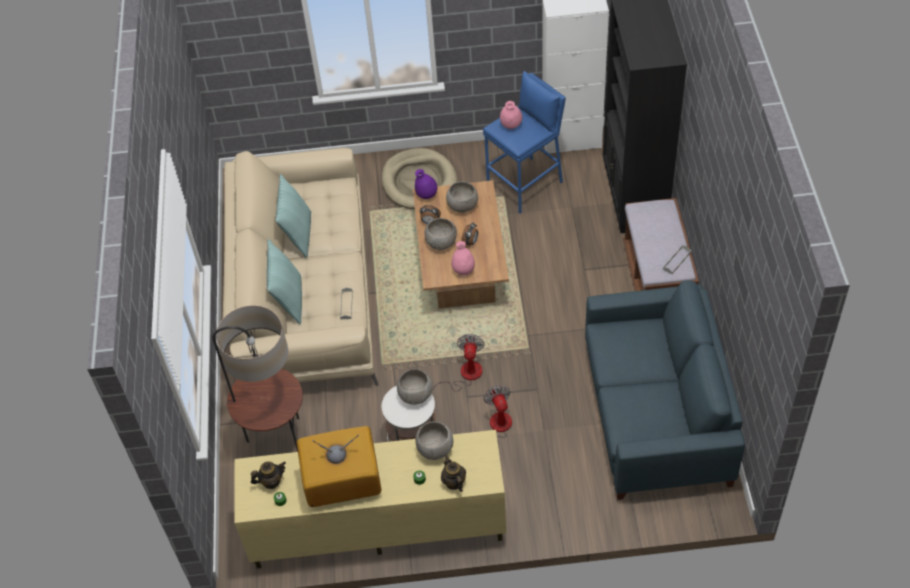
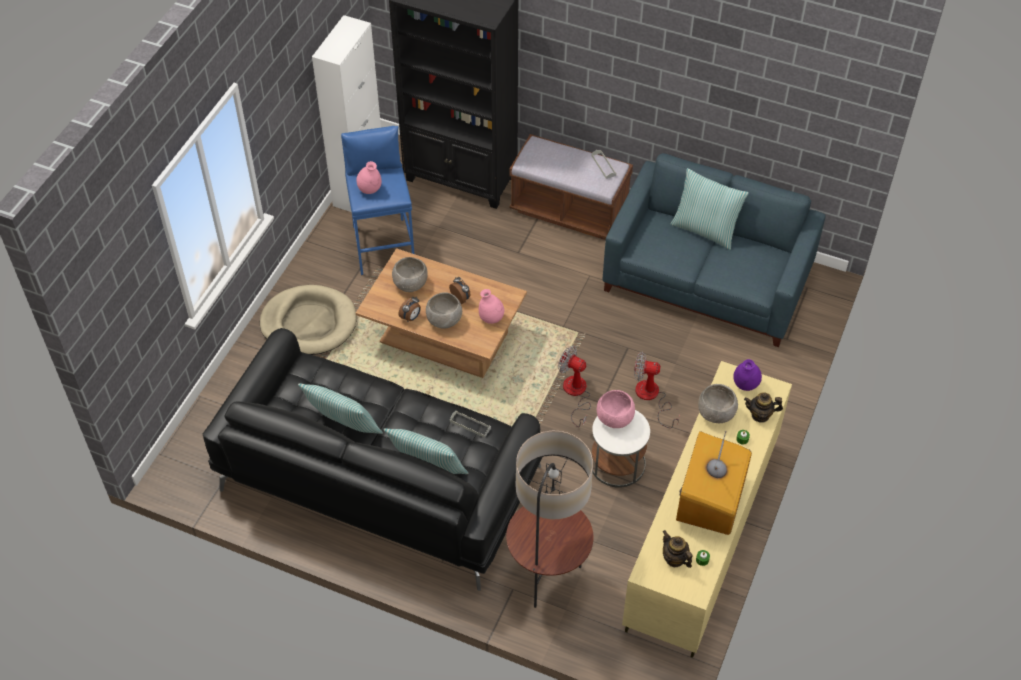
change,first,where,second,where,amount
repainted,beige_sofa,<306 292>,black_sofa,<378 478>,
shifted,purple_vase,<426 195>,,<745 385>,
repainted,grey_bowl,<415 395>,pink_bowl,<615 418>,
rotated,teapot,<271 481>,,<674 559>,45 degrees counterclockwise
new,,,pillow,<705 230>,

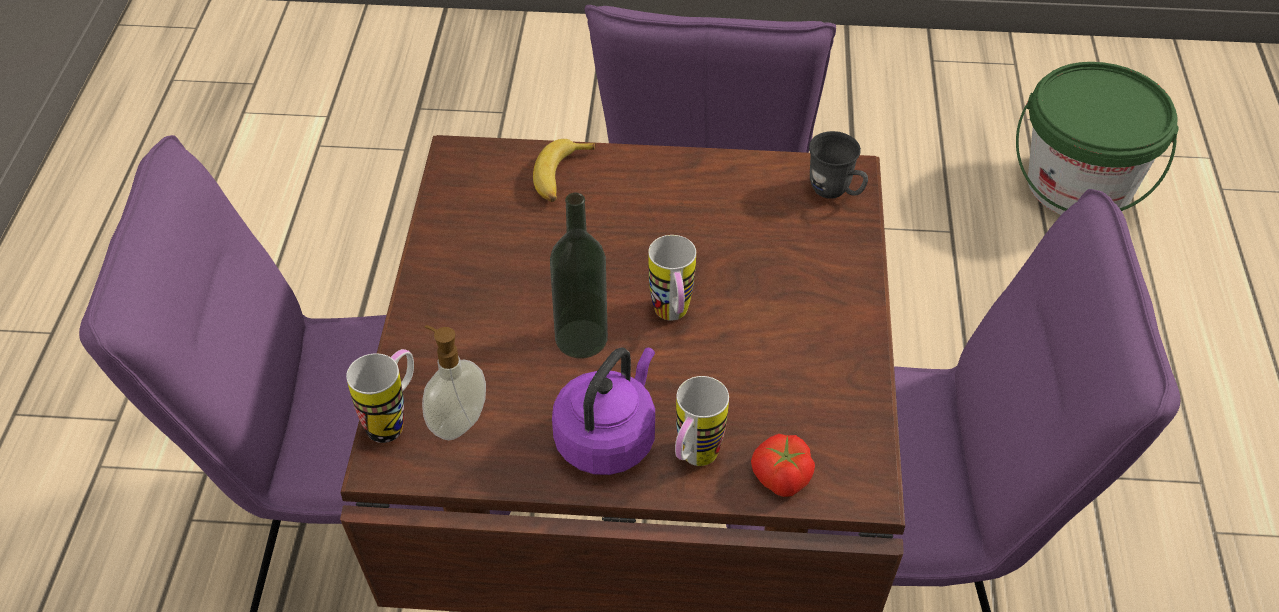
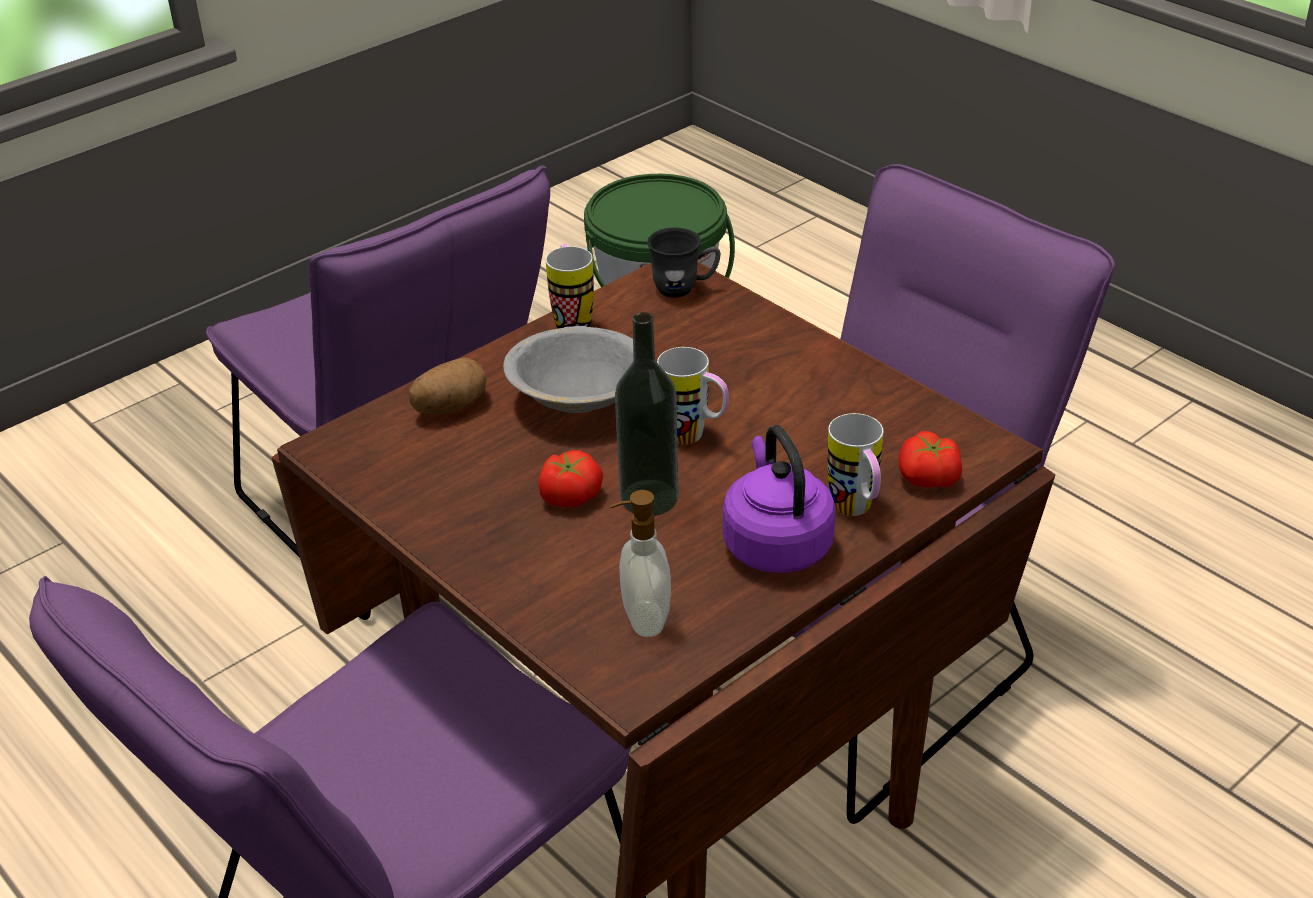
change,first,where,second,where,amount
swapped,banana,<561 177>,potato,<450 406>,
shifted,mug,<393 420>,,<572 321>,
new,,,grey_bowl,<579 398>,
new,,,tomato,<569 495>,

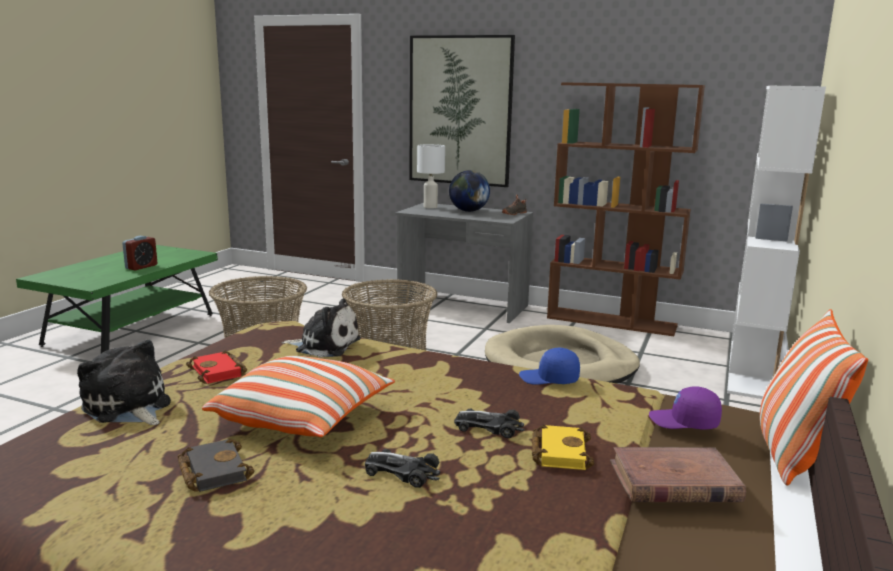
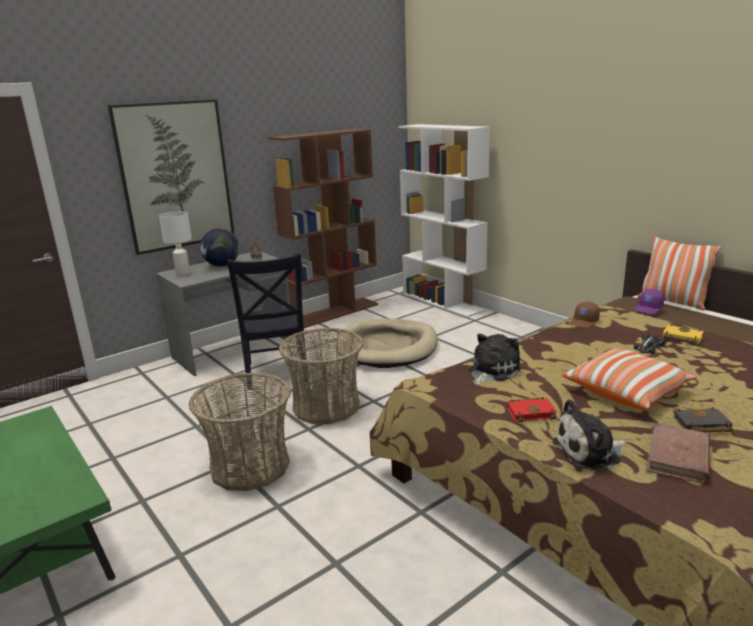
change,first,where,second,where,amount
gone,alarm_clock,<141 267>,,,
repainted,blue_cap,<549 379>,brown_cap,<584 322>,
shifted,brown_book,<673 481>,,<678 457>,
gone,toy_car,<402 472>,,,
new,,,black_chair,<276 374>,

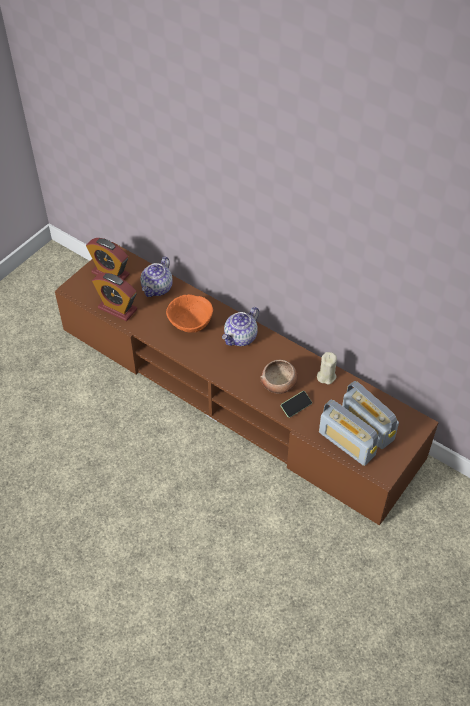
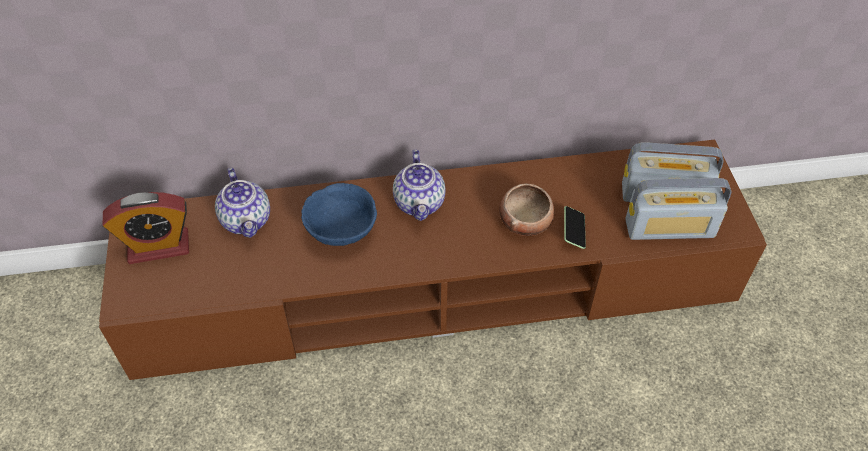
change,first,where,second,where,amount
gone,alarm_clock,<117 308>,,,
repainted,orange_bowl,<190 324>,blue_bowl,<341 232>,
gone,beige_candle,<326 376>,,,

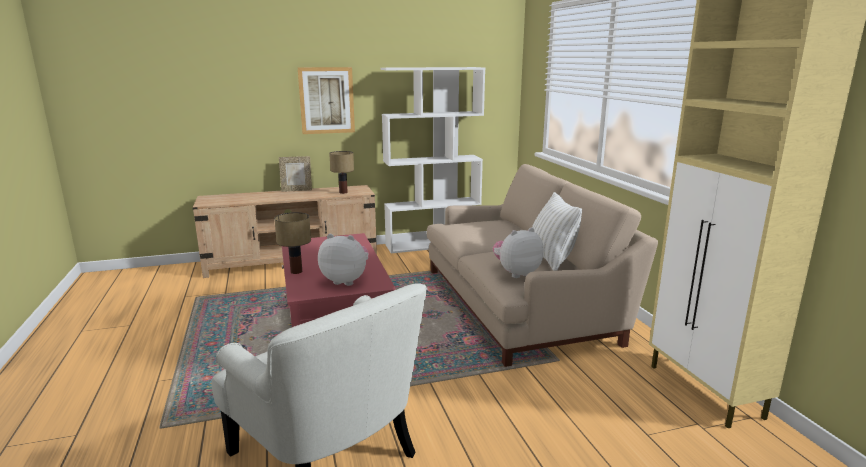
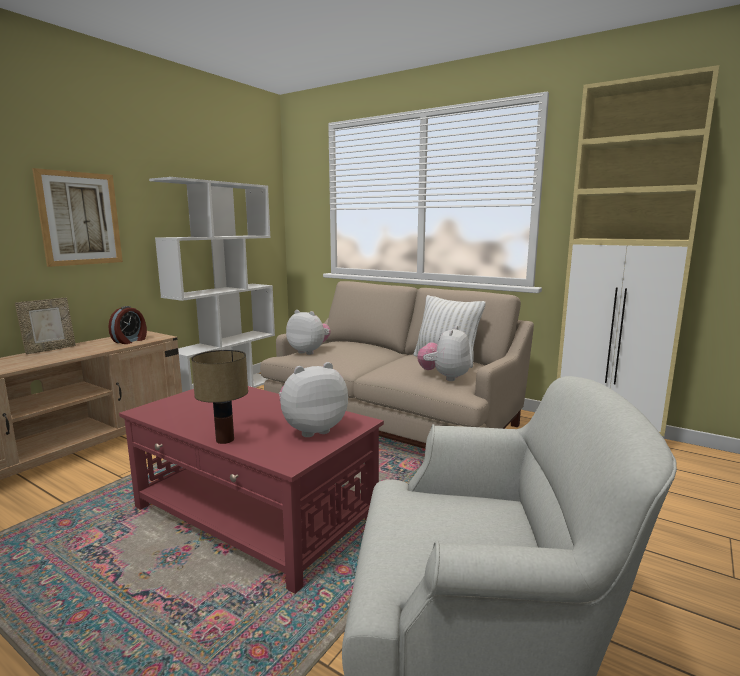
change,first,where,second,where,amount
swapped,table_lamp,<343 192>,alarm_clock,<130 341>,
new,,,plush_toy,<309 352>,

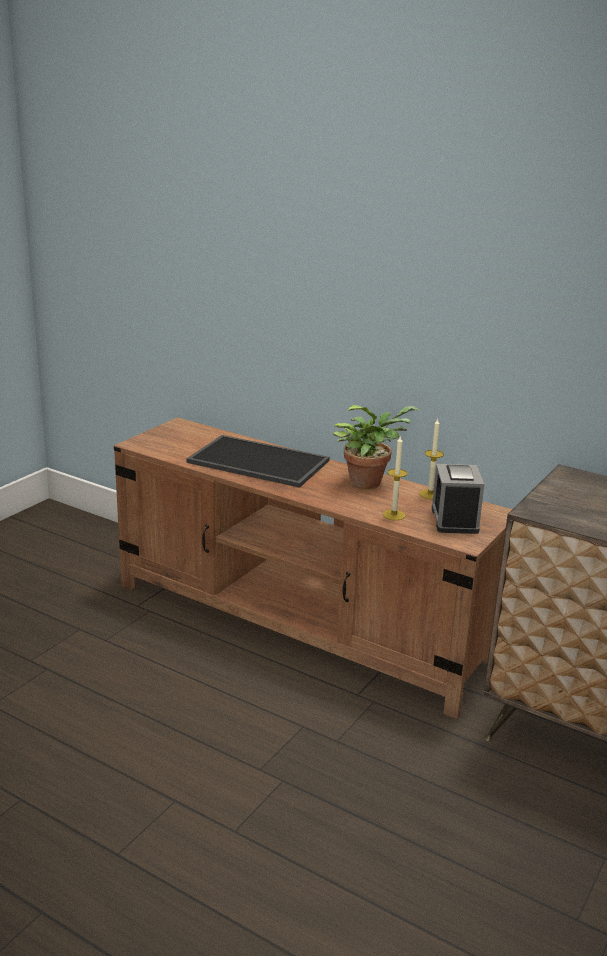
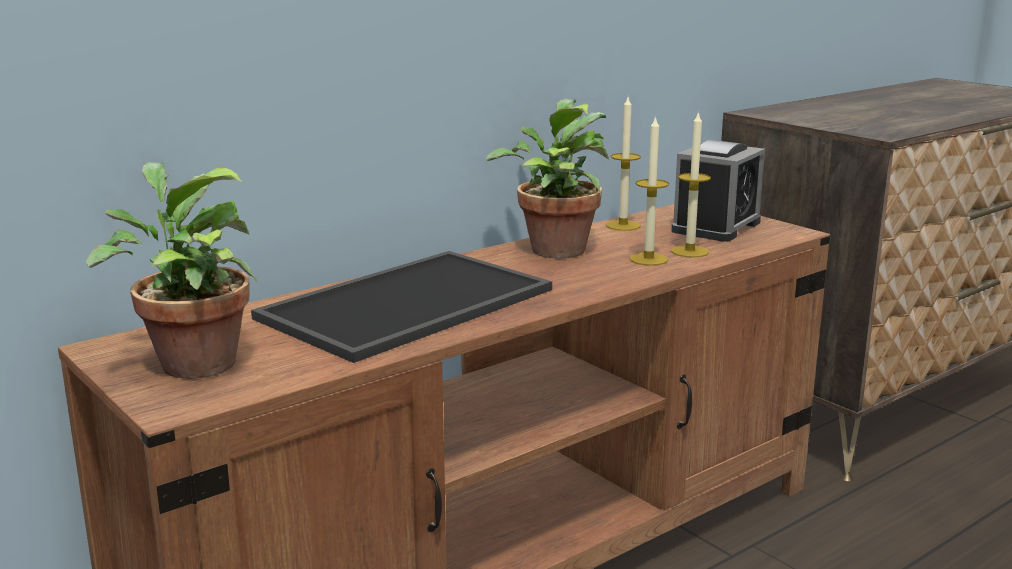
change,first,where,second,where,amount
rotated,alarm_clock,<454 520>,,<716 227>,75 degrees counterclockwise
new,,,candle,<648 259>,
new,,,potted_plant,<191 362>,

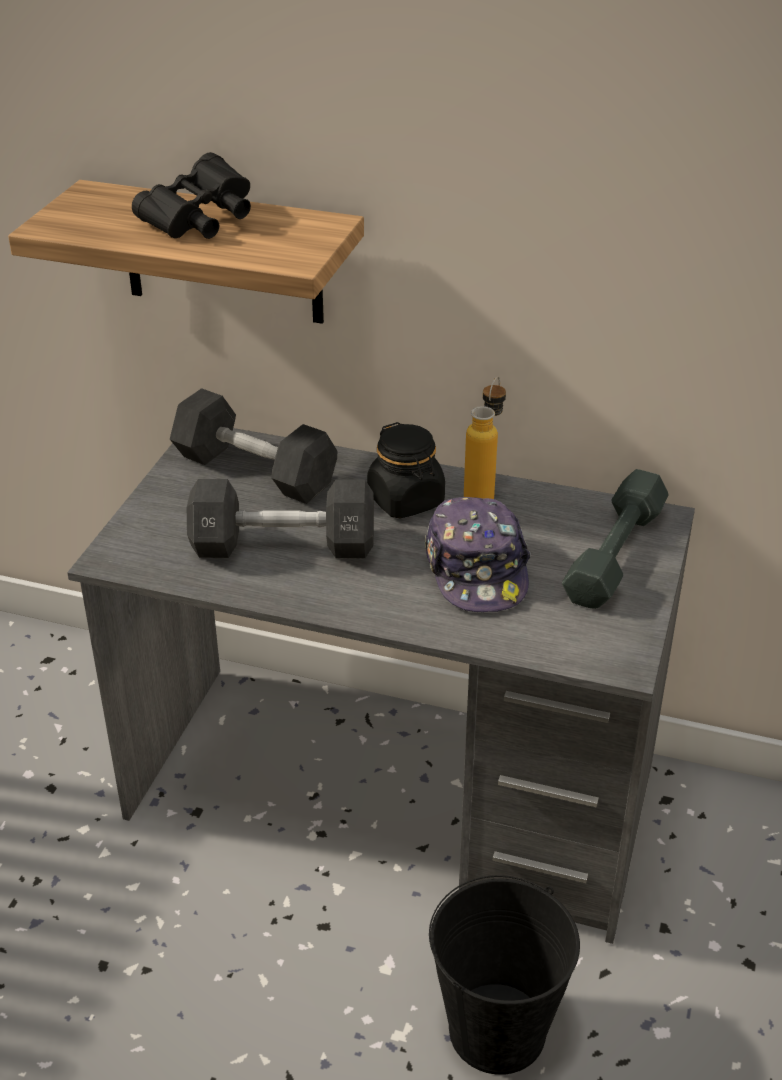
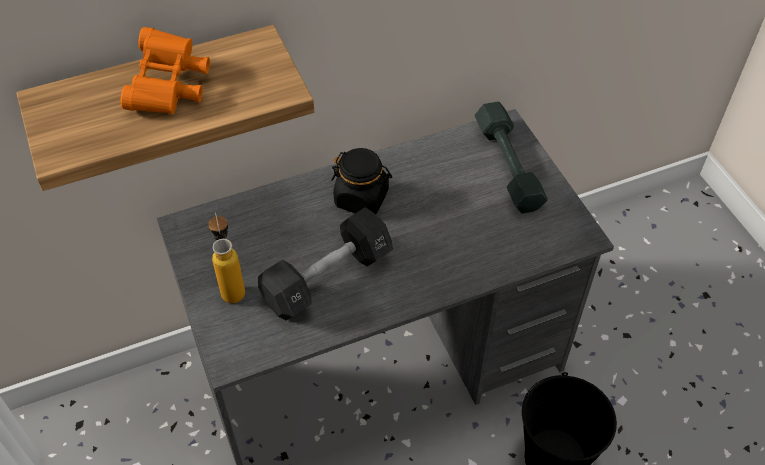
change,first,where,second,where,amount
repainted,black_binoculars,<200 222>,orange_binoculars,<169 88>,
shifted,bottle,<483 492>,,<231 286>,
gone,black_dumbbell,<254 471>,,,
gone,cap,<477 570>,,,

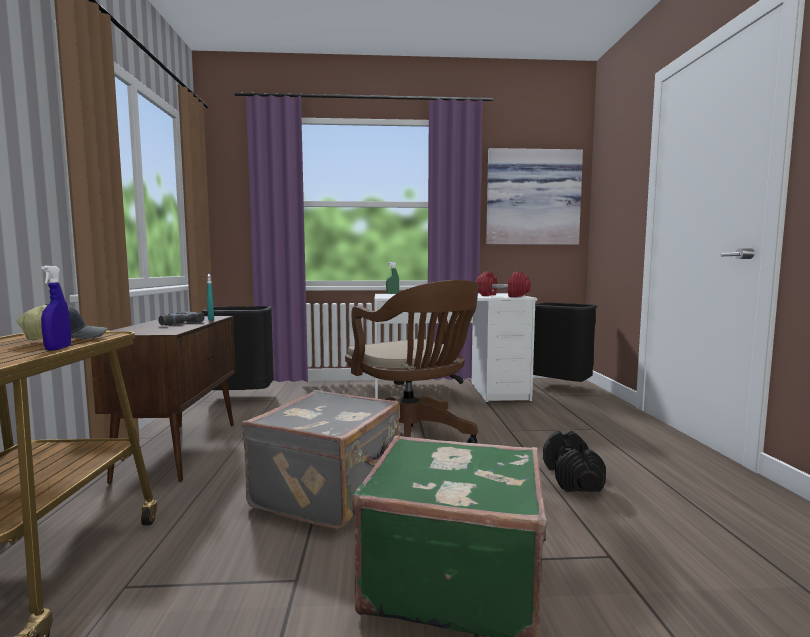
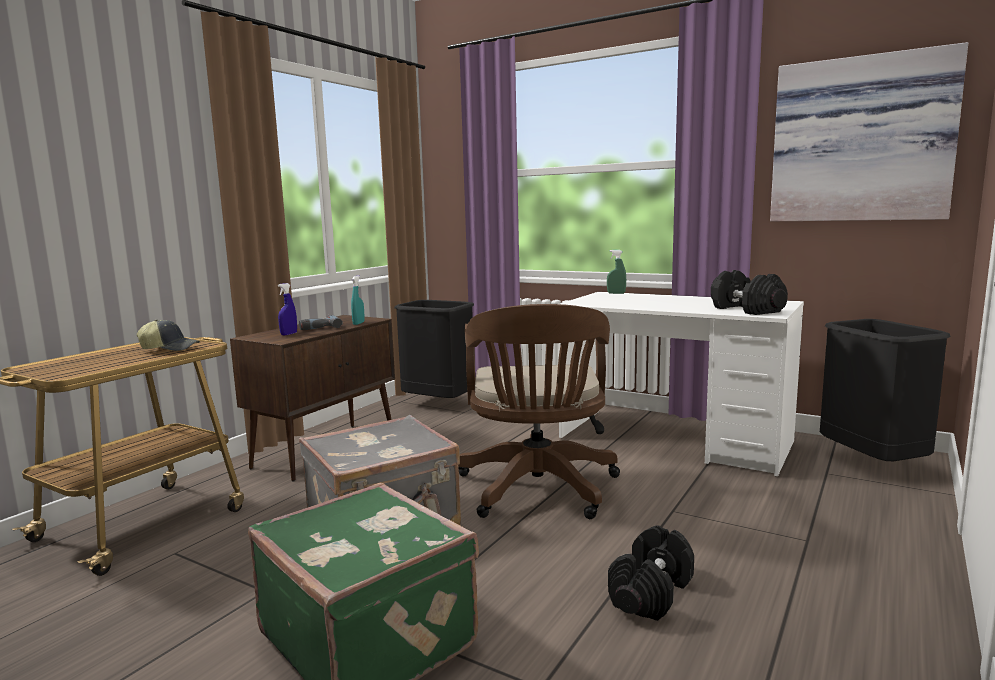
change,first,where,second,where,amount
shifted,blue_spray_bottle,<58 349>,,<289 334>,
repainted,red_dumbbell,<501 296>,black_dumbbell,<745 310>,

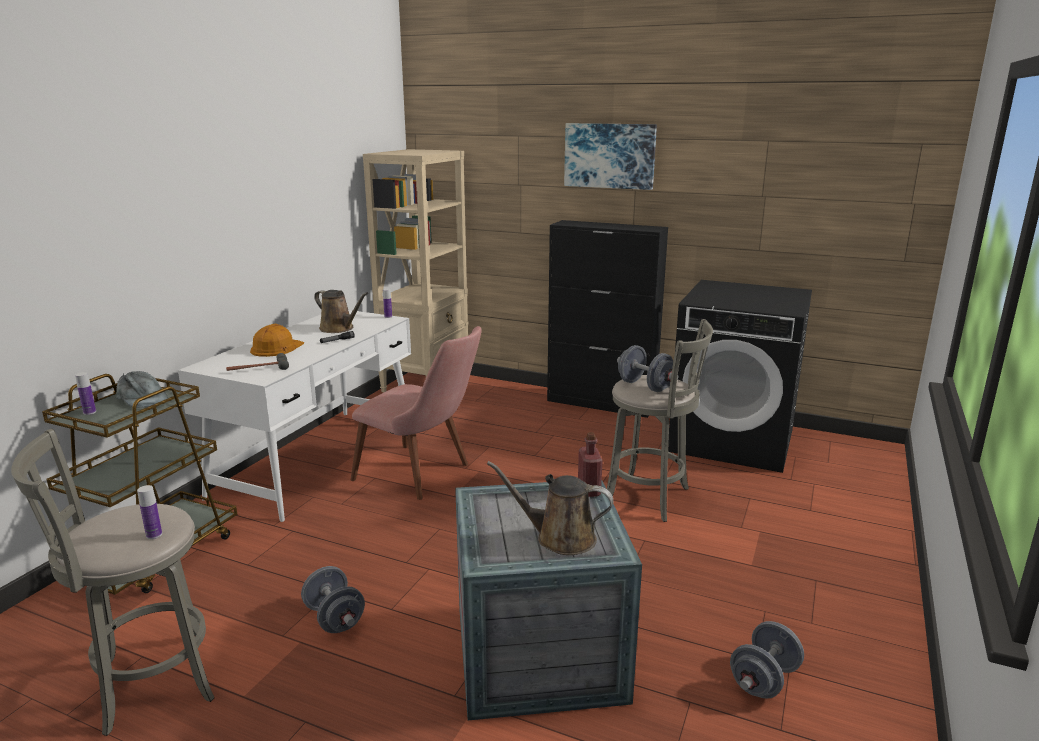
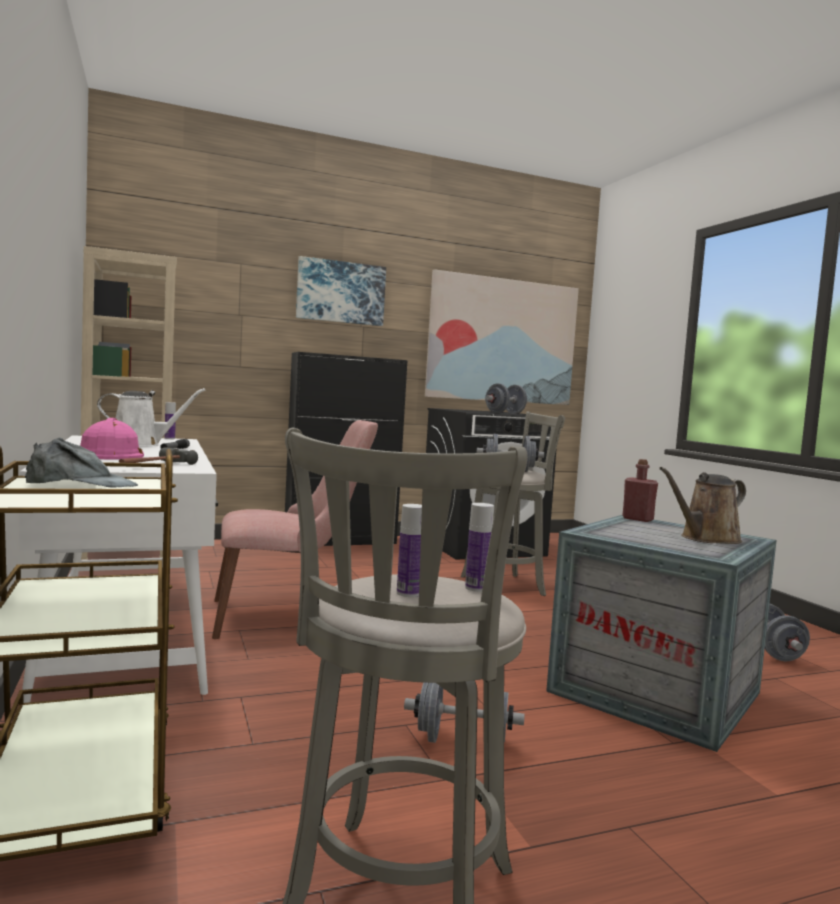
change,first,where,second,where,amount
repainted,brown_watering_can,<339 328>,white_watering_can,<140 444>,
repainted,orange_hard_hat,<276 348>,pink_hard_hat,<111 454>,
shifted,bottle,<89 412>,,<408 593>,
new,,,picture,<502 340>,
new,,,grey_dumbbell,<505 413>,

